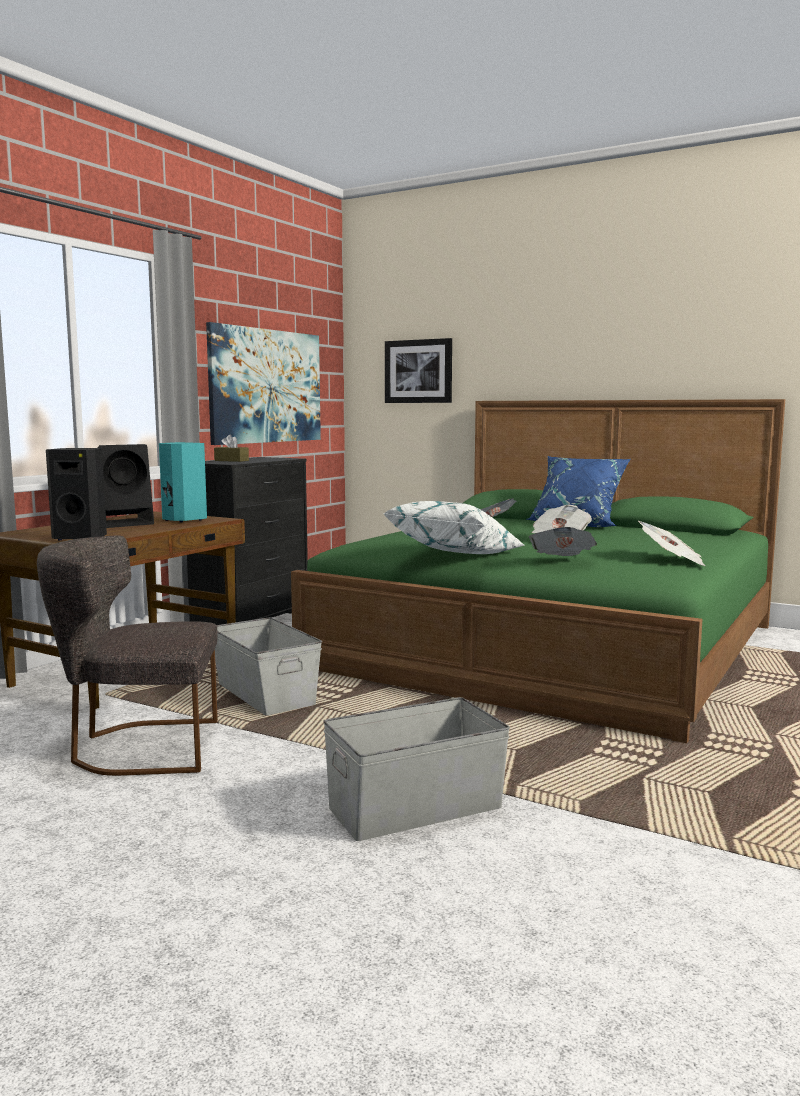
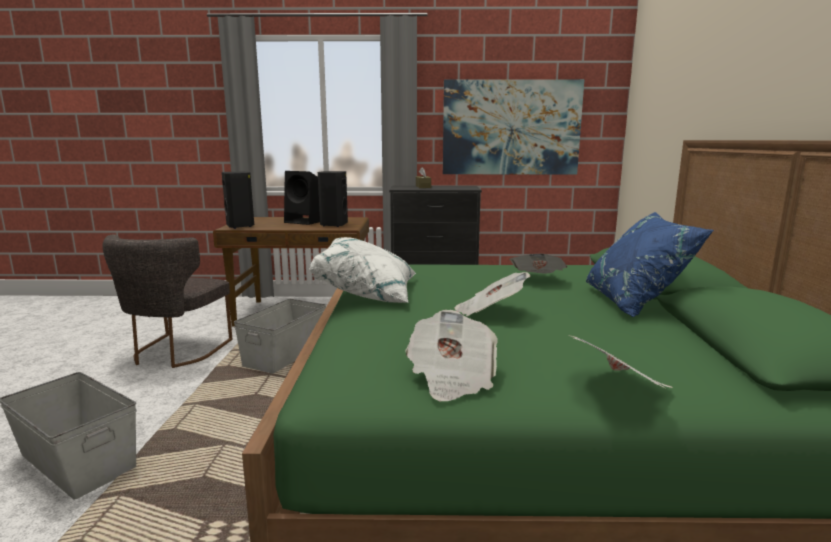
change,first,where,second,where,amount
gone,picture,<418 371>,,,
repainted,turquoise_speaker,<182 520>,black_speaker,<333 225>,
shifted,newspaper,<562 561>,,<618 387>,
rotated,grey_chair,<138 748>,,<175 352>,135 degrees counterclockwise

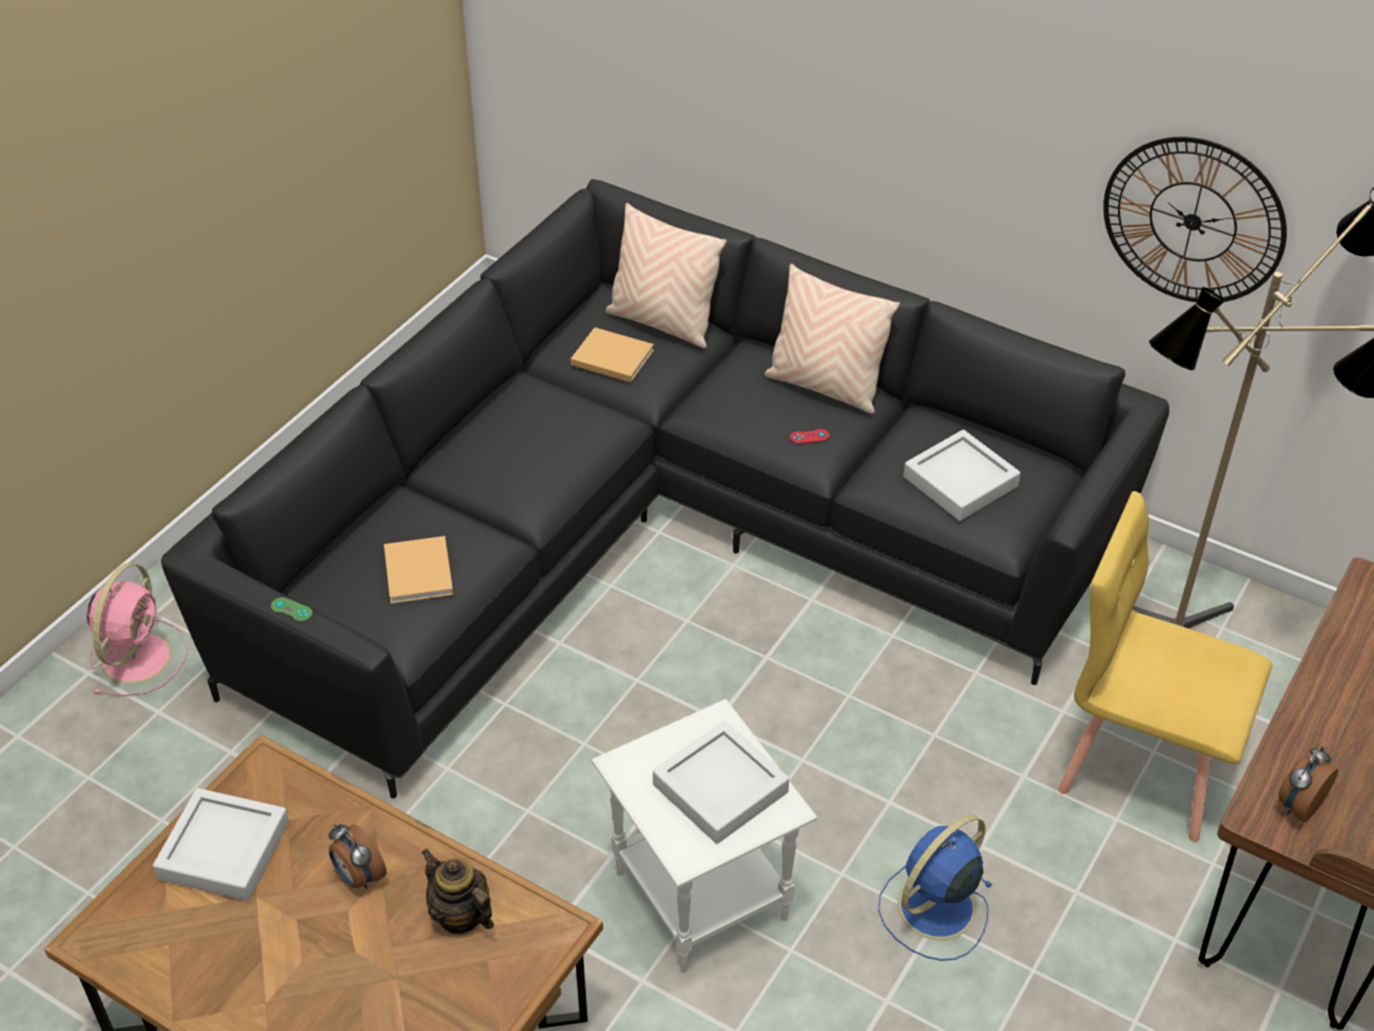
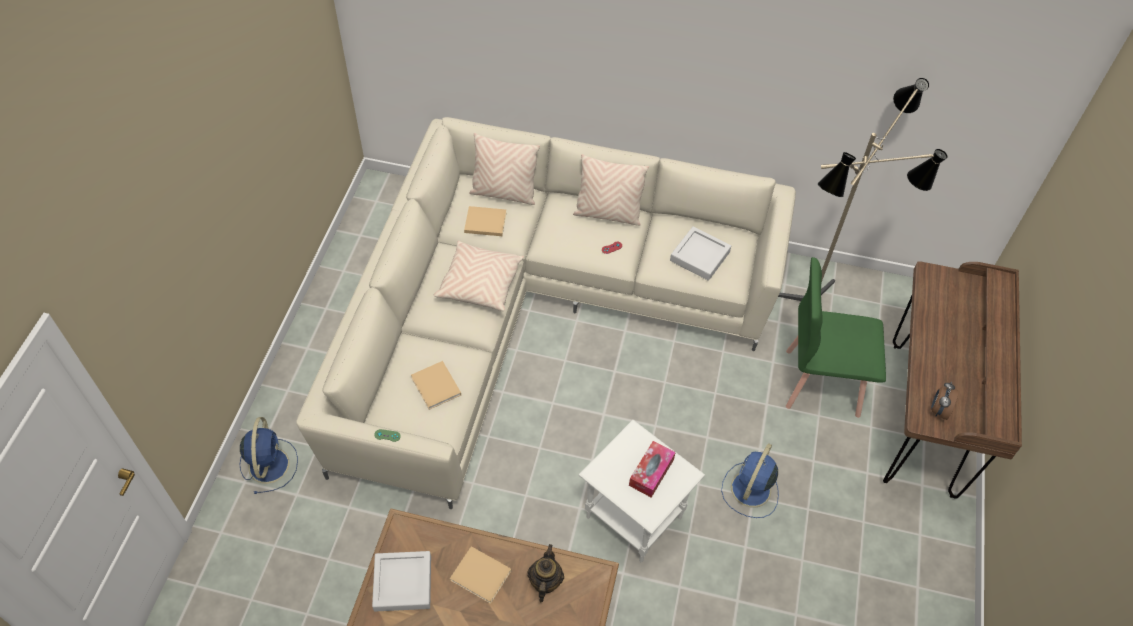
change,first,where,second,where,amount
gone,wall_clock,<1193 221>,,,
repainted,black_sofa,<660 534>,beige_sofa,<530 311>,
repainted,yellow_chair,<1143 765>,green_chair,<821 382>,
repainted,pink_fan,<138 655>,blue_fan,<269 463>,
swapped,grey_tray,<720 788>,tissue_box,<651 472>,
swapped,alarm_clock,<358 877>,beige_book,<482 576>,
rotated,teapot,<460 915>,,<545 582>,75 degrees clockwise
new,,,beige_pillow,<480 284>,

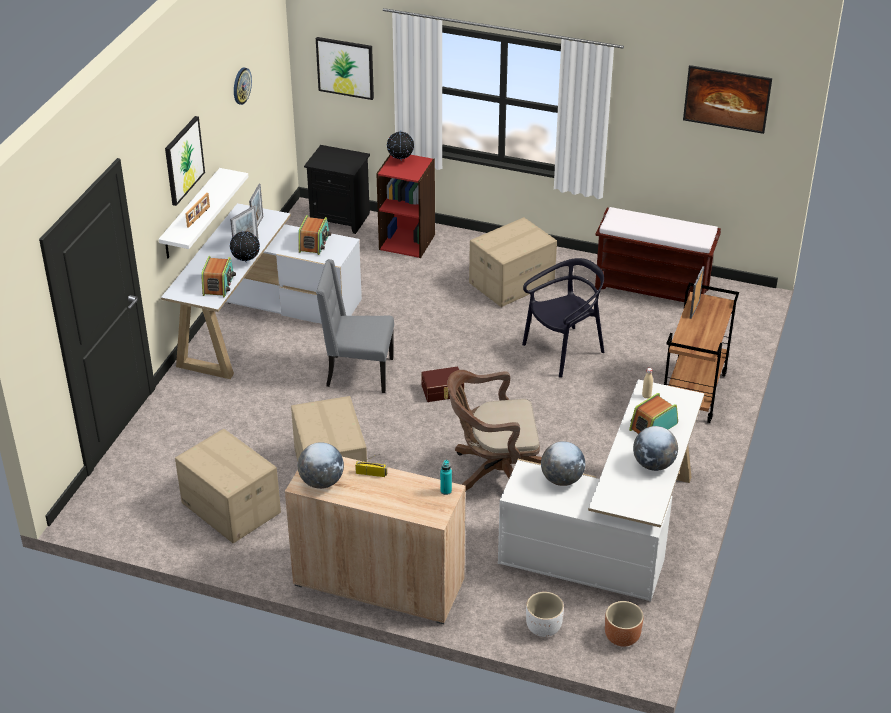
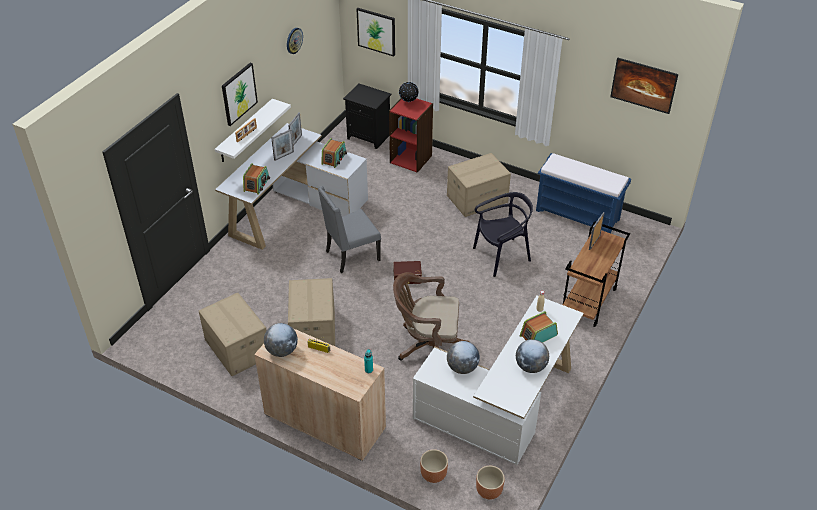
change,first,where,second,where,amount
repainted,brown_bench,<653 288>,blue_bench,<578 215>,
gone,globe,<246 261>,,,
rotated,grey_chair,<358 373>,,<351 256>,45 degrees counterclockwise
repainted,white_planter,<543 627>,brown_planter,<433 474>,

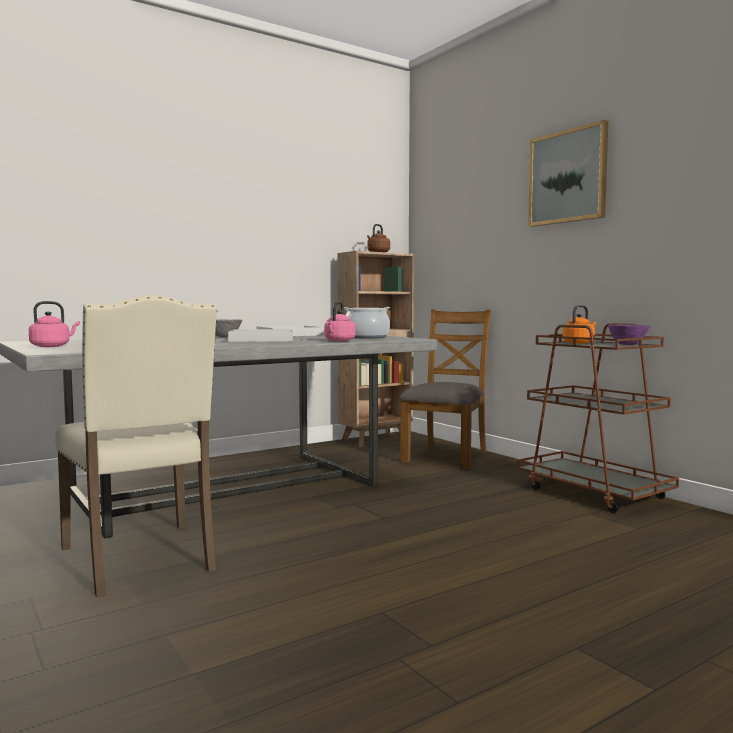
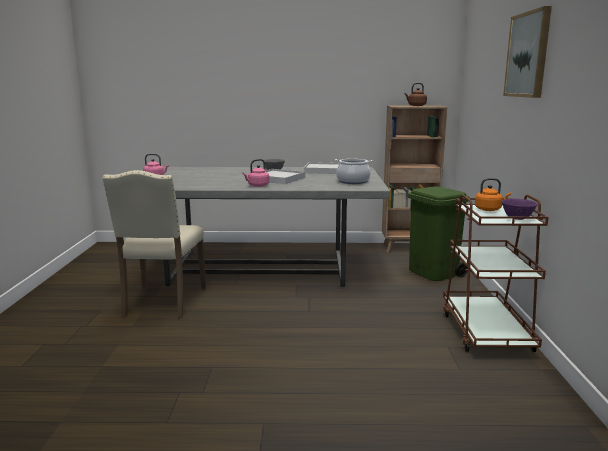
change,first,where,second,where,amount
shifted,pink_kettle,<339 340>,,<257 186>,
swapped,brown_chair,<446 456>,green_trash_can,<433 273>,

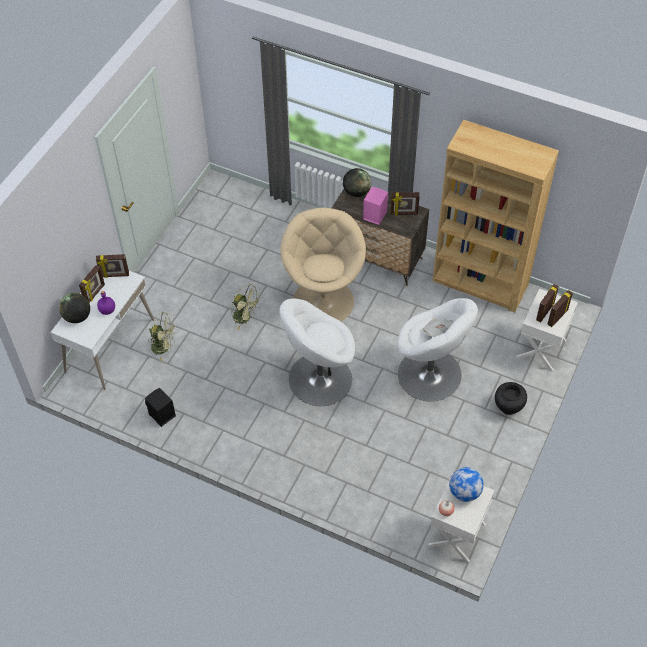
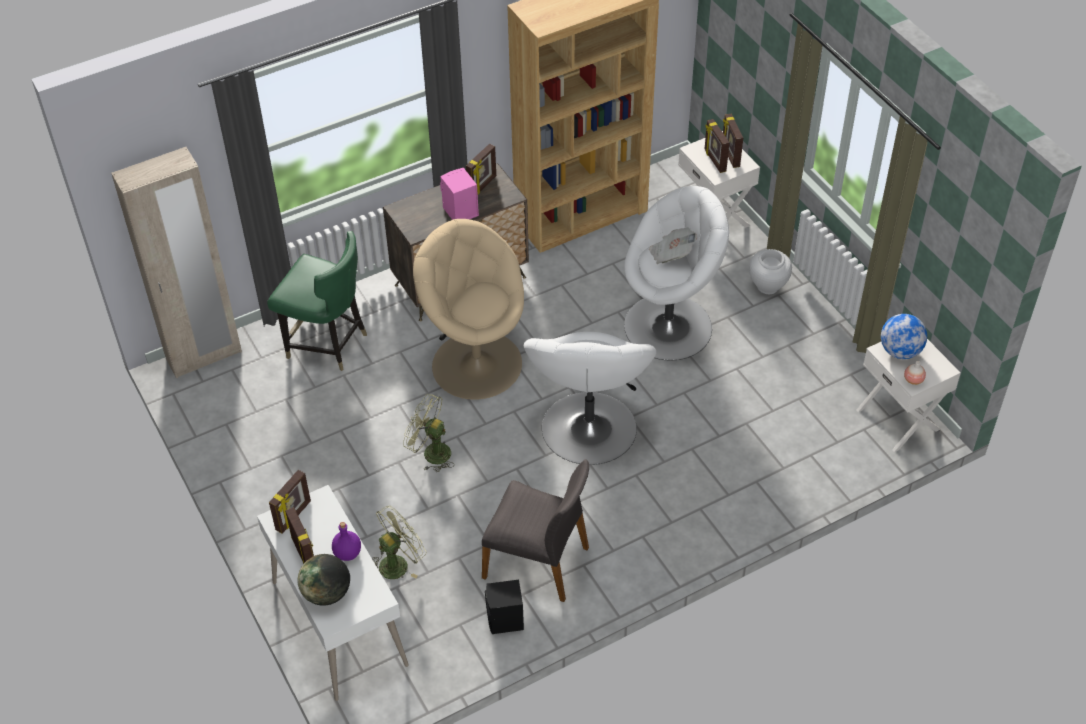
change,first,where,second,where,amount
gone,globe,<356 192>,,,
rotated,green_fan,<245 318>,,<431 452>,135 degrees counterclockwise
repainted,black_vase,<508 407>,white_vase,<767 286>,
new,,,beige_wardrobe,<204 356>,
new,,,green_chair,<327 344>,
new,,,grey_chair,<537 561>,

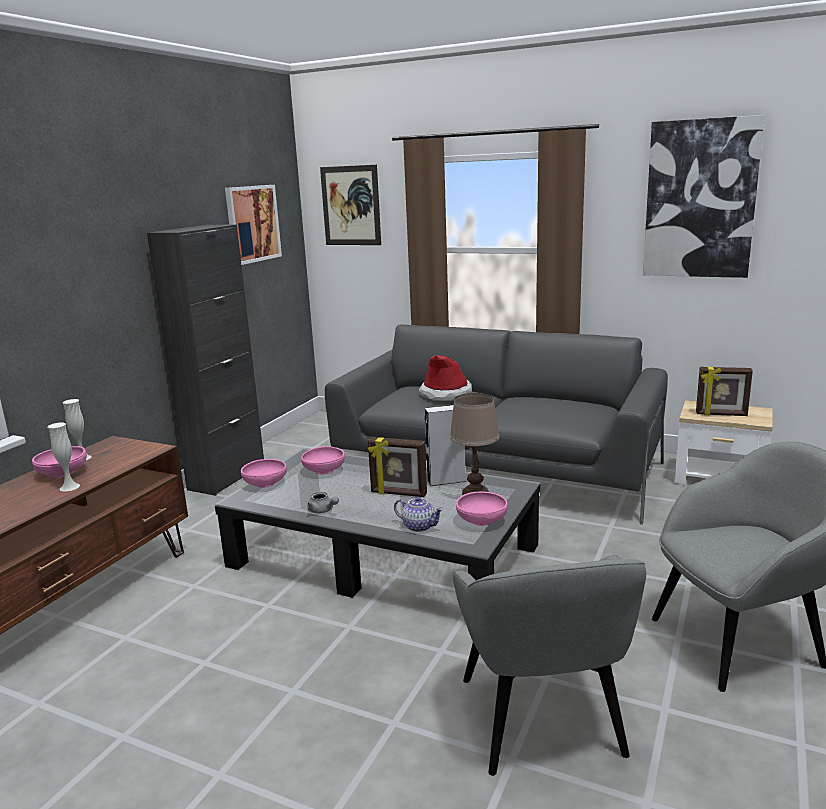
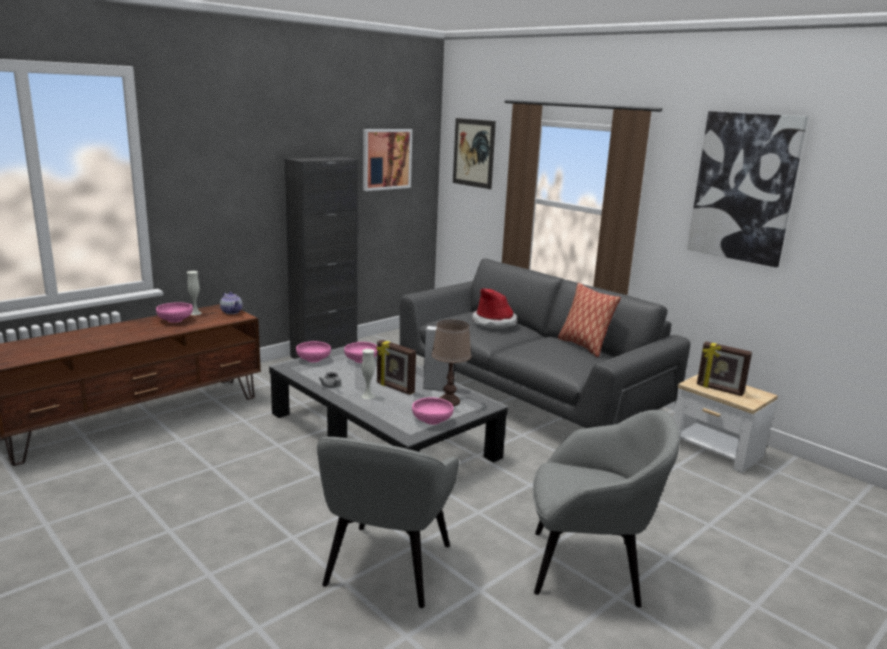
change,first,where,second,where,amount
shifted,white_vase,<69 487>,,<367 396>,
shifted,teapot,<419 526>,,<231 312>,
new,,,pillow,<583 346>,

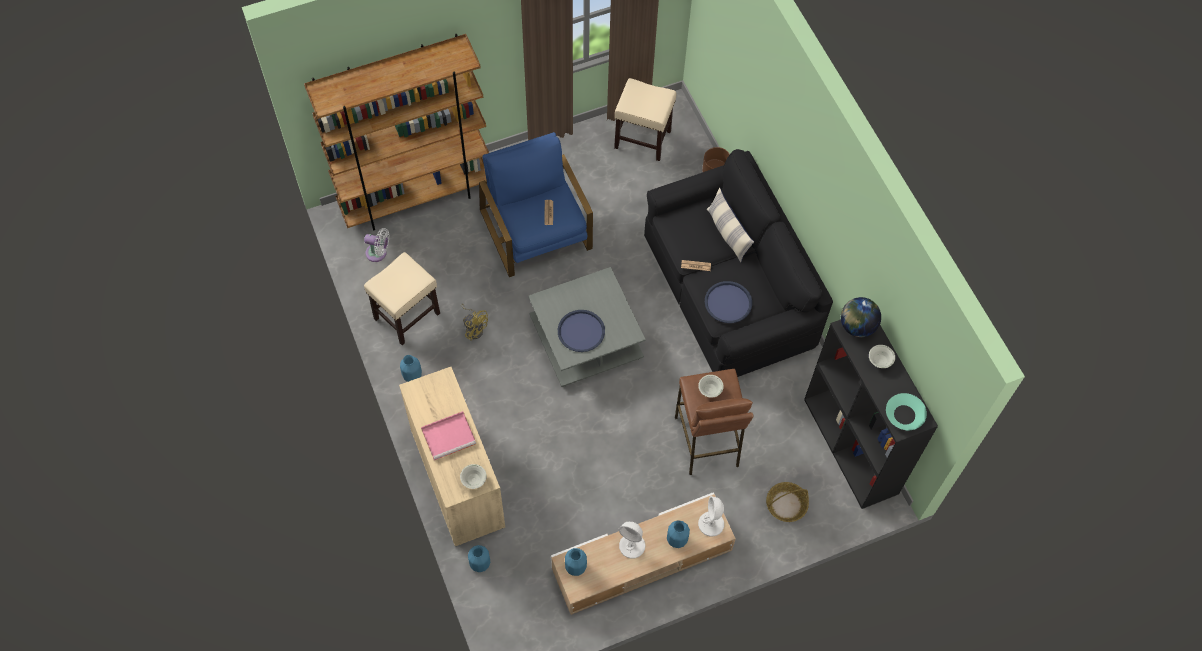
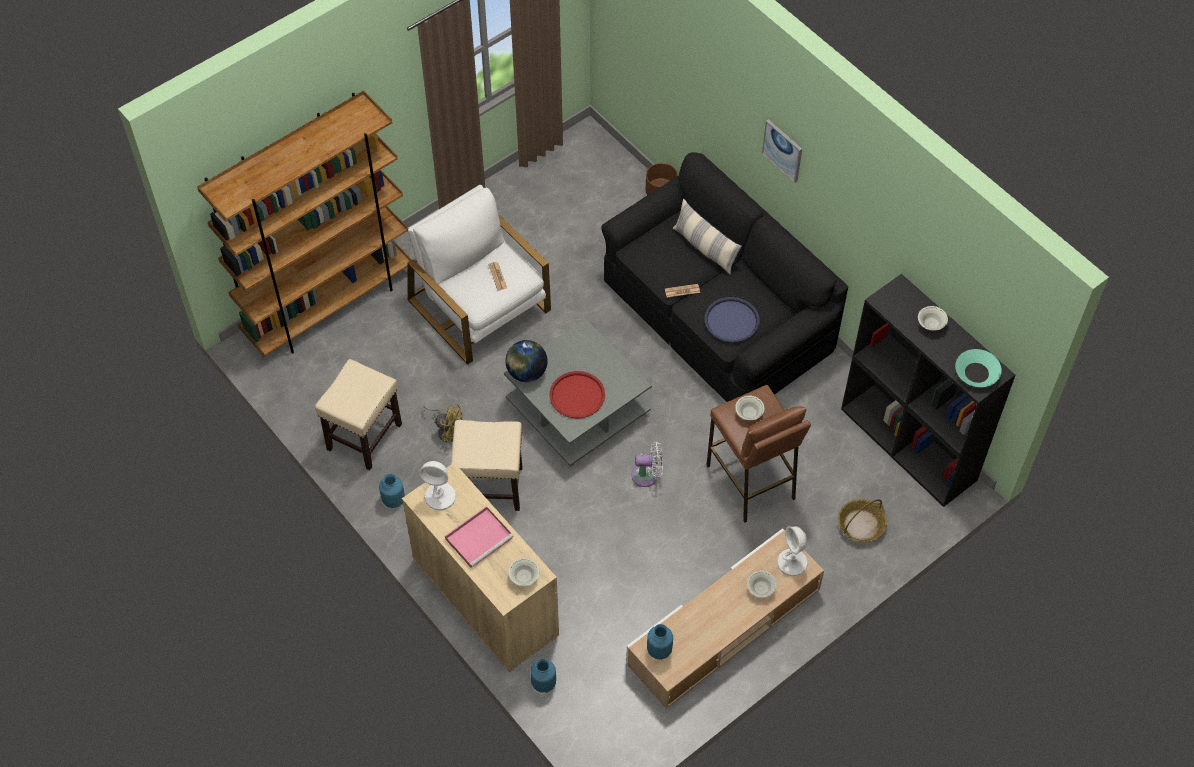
change,first,where,second,where,amount
shifted,beige_stool,<643 139>,,<491 487>,
repainted,blue_armchair,<537 230>,white_armchair,<481 305>,
shifted,white_fan,<378 253>,,<647 475>,
shifted,globe,<857 326>,,<526 372>,
repainted,blue_tray,<581 331>,red_tray,<577 395>,
swapped,blue_vase,<677 539>,white_bowl,<761 589>,
shifted,white_table_lamp,<632 546>,,<440 496>,
new,,,picture,<783 150>,

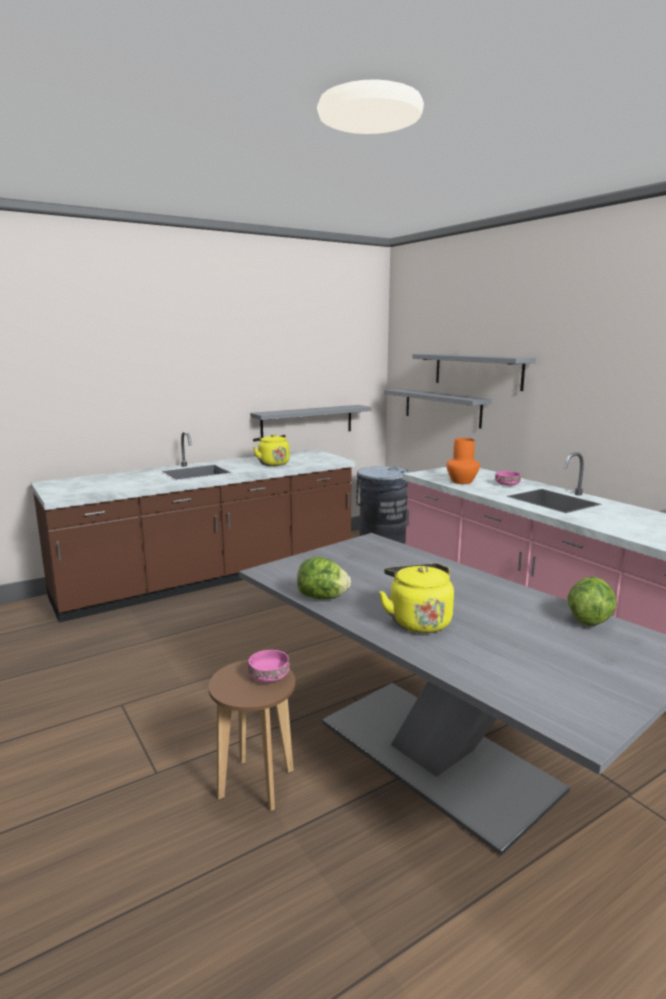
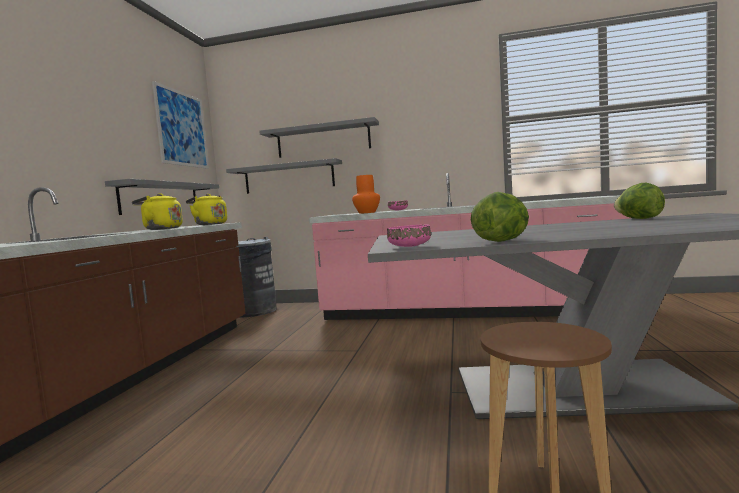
change,first,where,second,where,amount
shifted,yellow_kettle,<417 621>,,<209 224>,
shifted,pink_bowl,<268 676>,,<408 246>,
new,,,picture,<182 129>,

